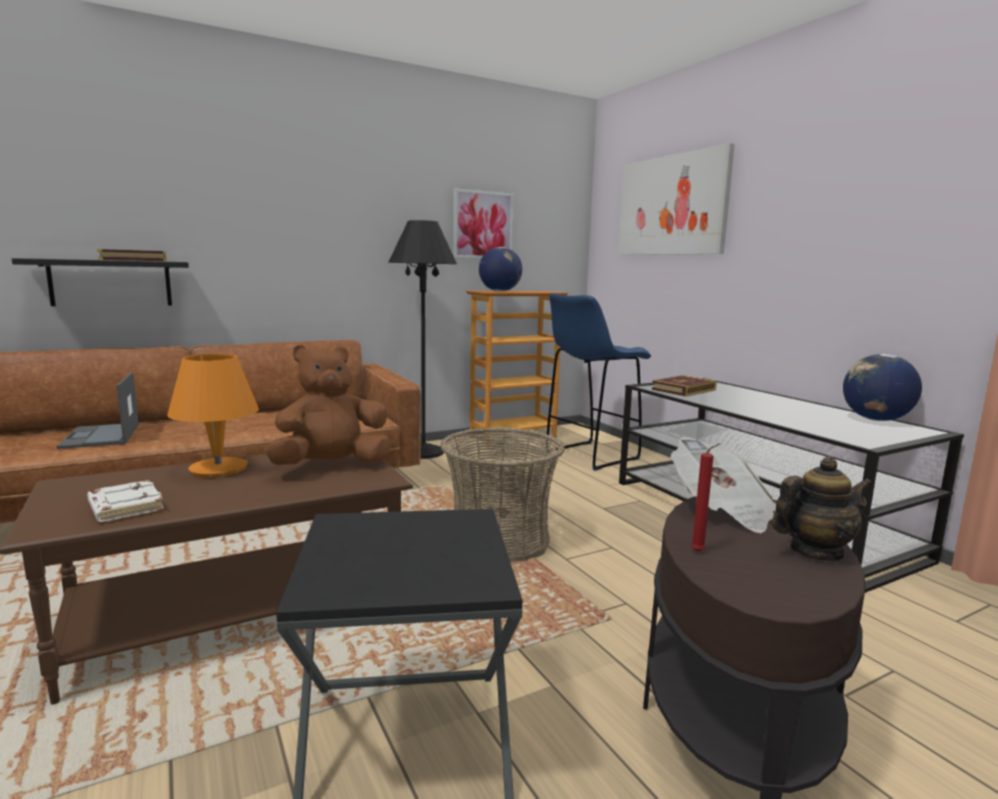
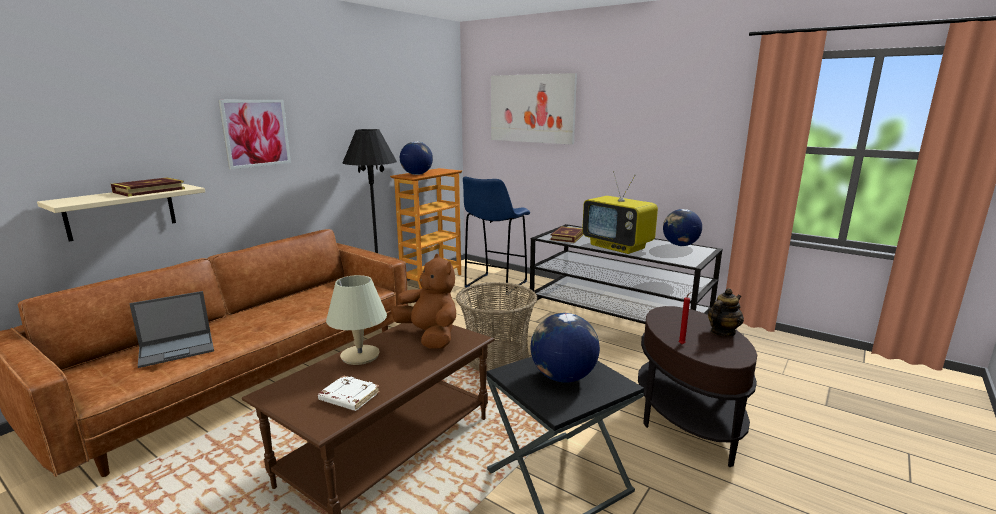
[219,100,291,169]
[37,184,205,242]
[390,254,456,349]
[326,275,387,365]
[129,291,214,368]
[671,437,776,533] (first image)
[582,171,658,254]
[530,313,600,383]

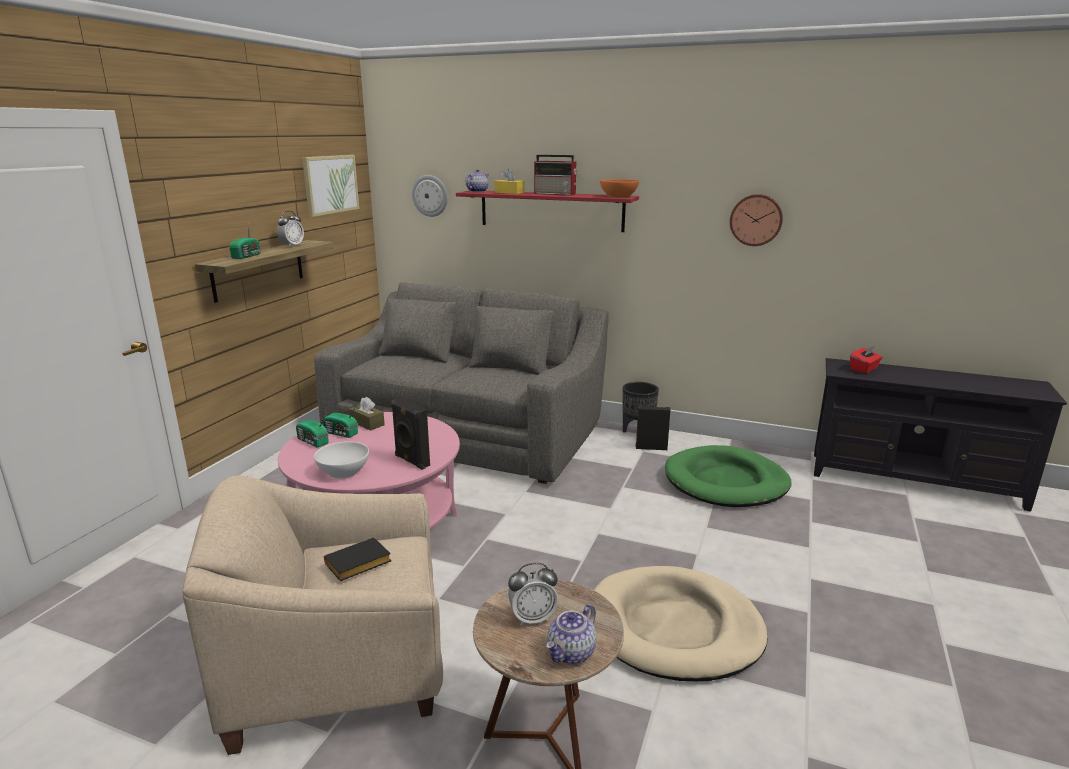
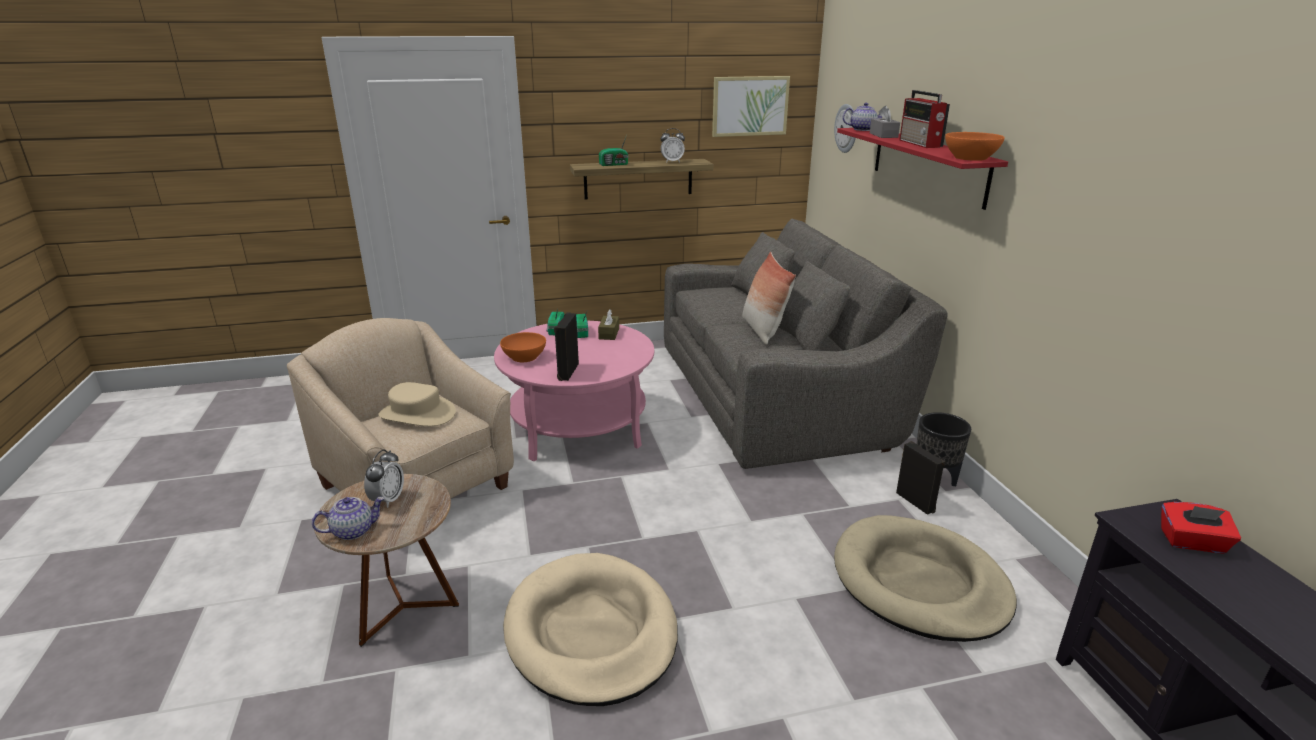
[870,105,900,138]
[730,194,783,246] (first image)
[500,332,546,362]
[834,515,1017,642]
[378,382,456,426]
[364,449,404,508]
[312,497,384,540]
[742,252,796,345]

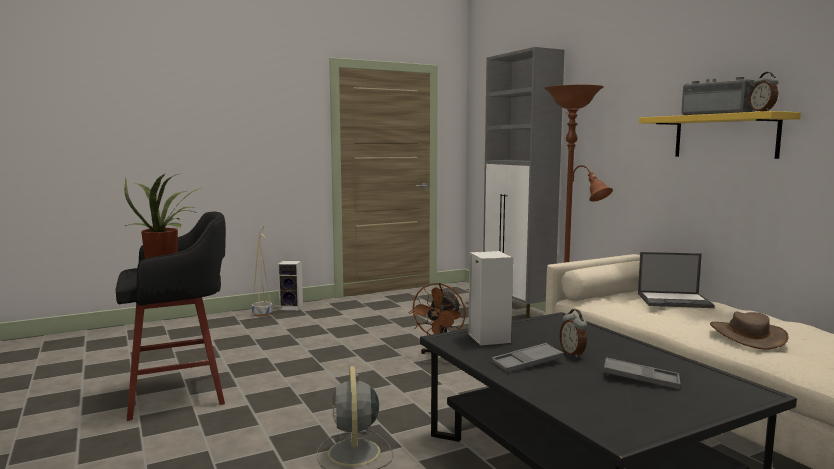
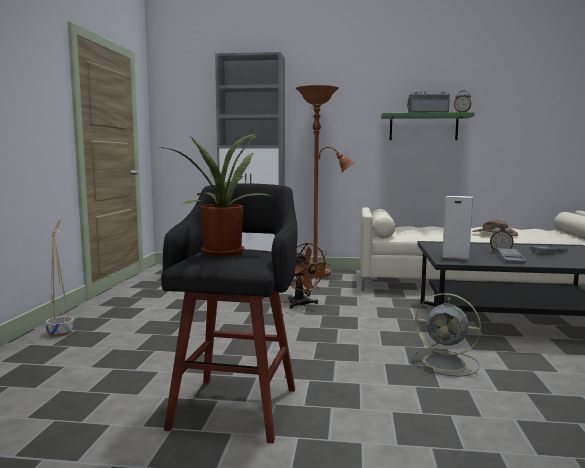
[381,112,475,140]
[638,252,715,308] (first image)
[278,260,303,311] (first image)

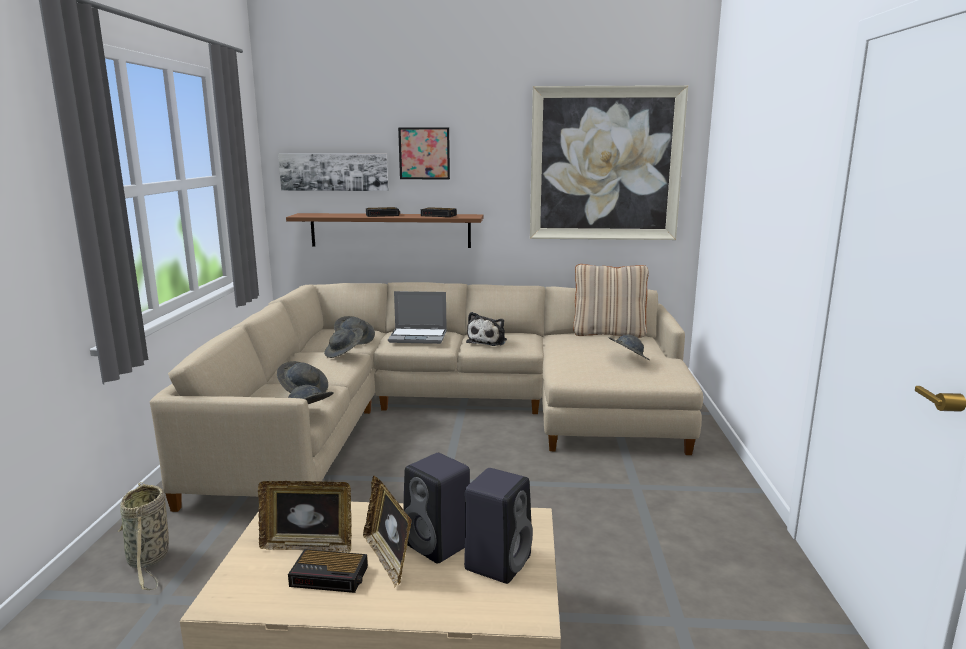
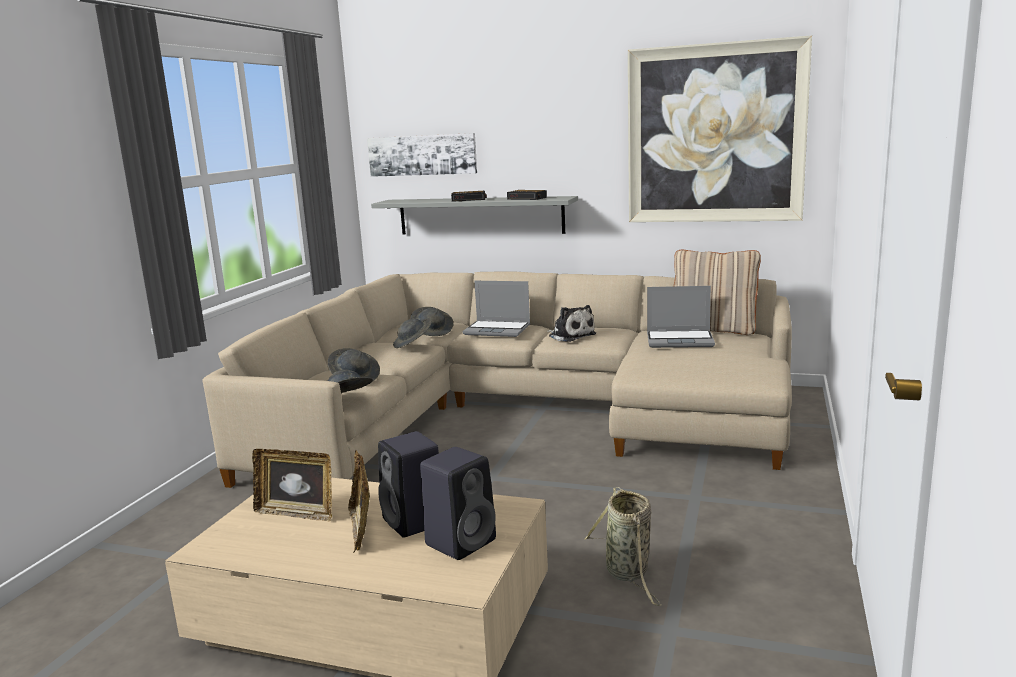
[398,127,450,179] (first image)
[371,196,578,234]
[547,305,596,342]
[609,334,650,360] (first image)
[584,487,662,606]
[288,549,368,593] (first image)
[647,286,715,348]

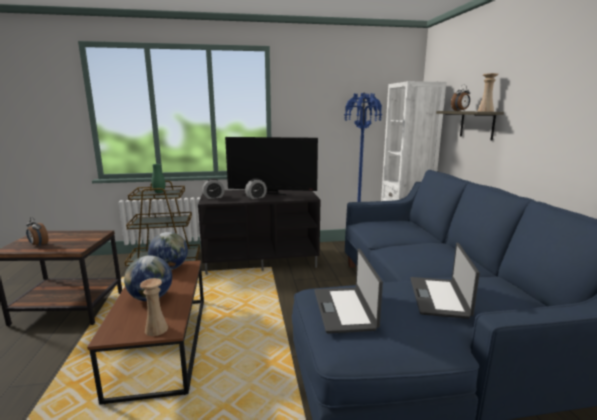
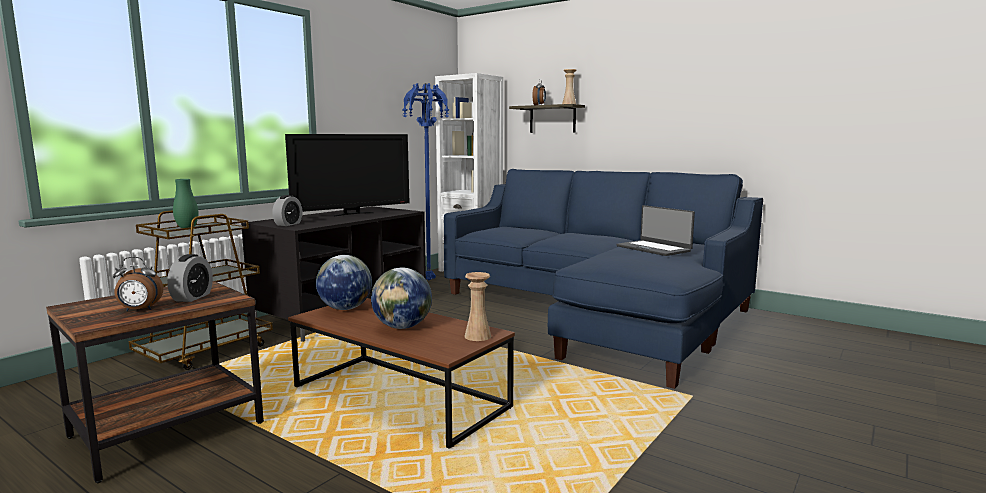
[167,254,213,302]
[314,249,383,334] (first image)

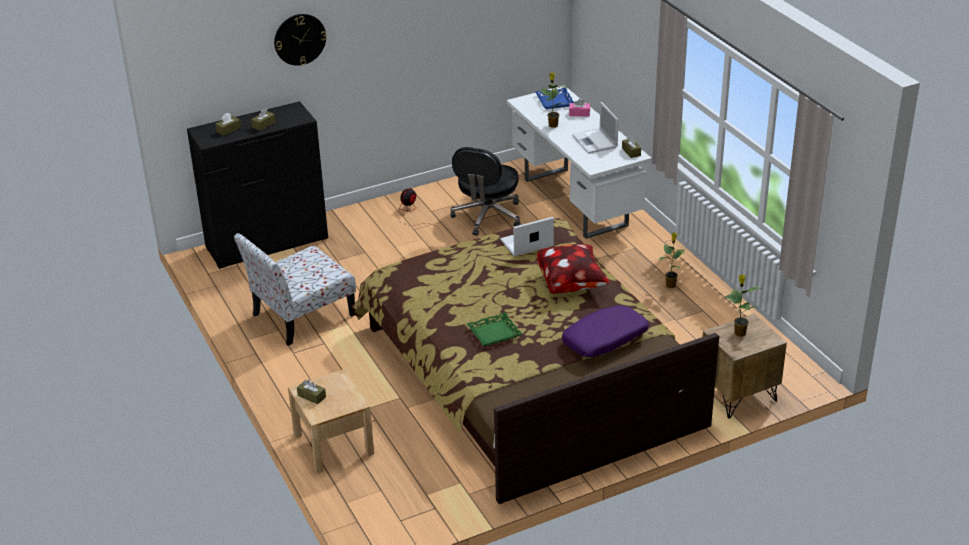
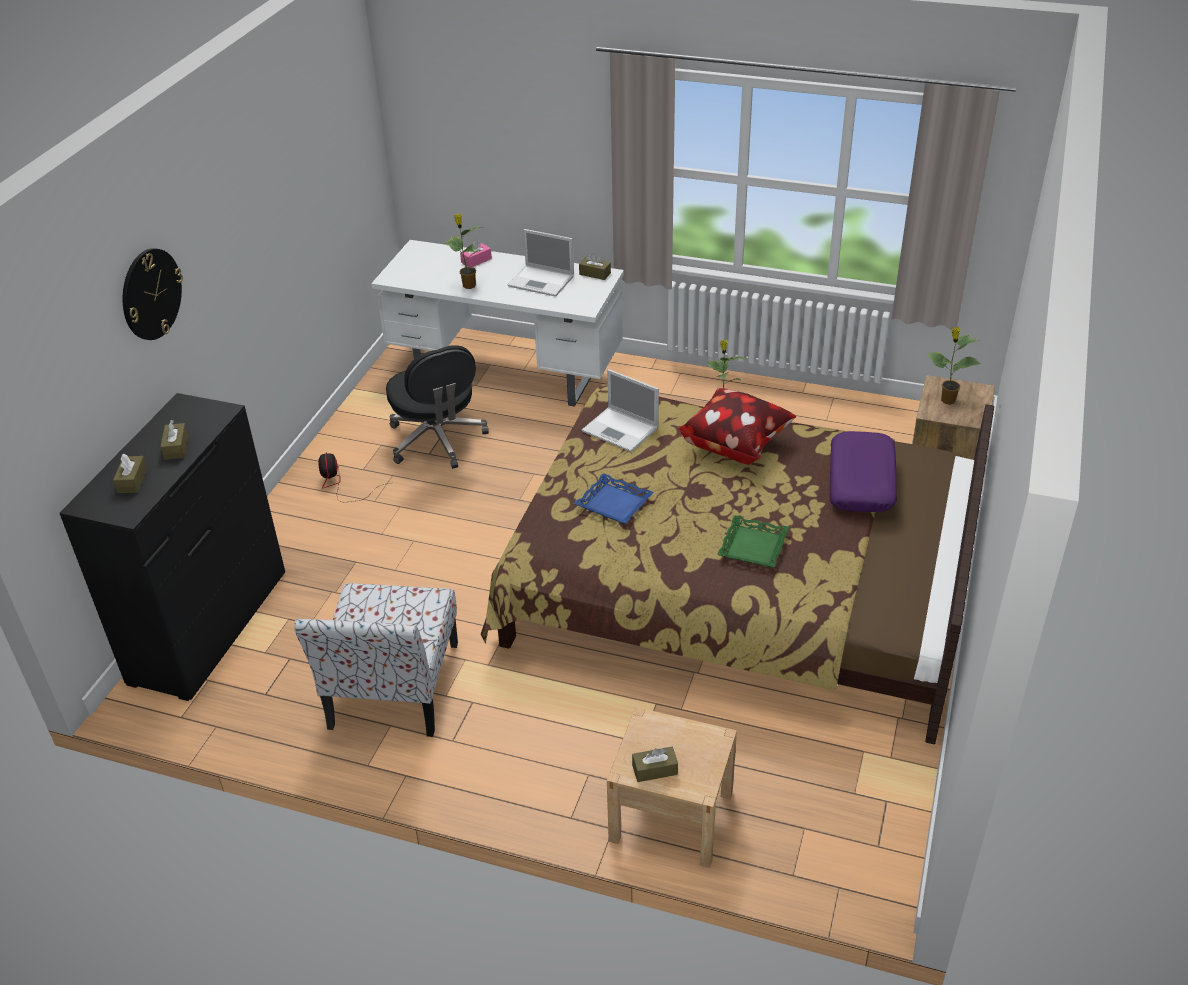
[574,473,654,524]
[582,369,659,452]

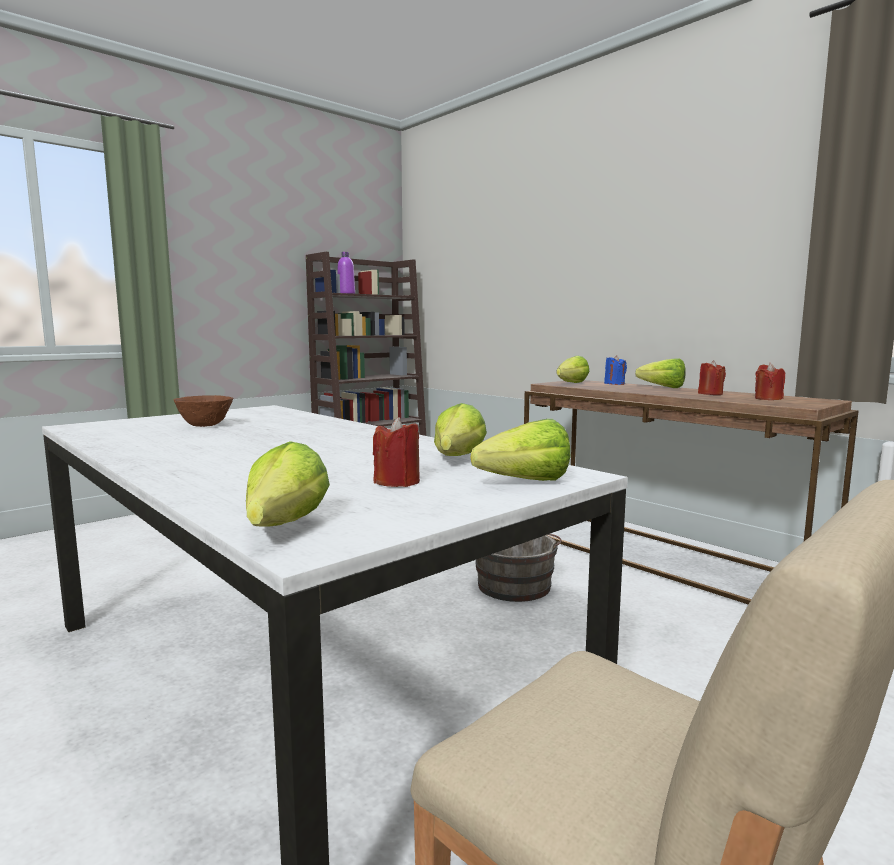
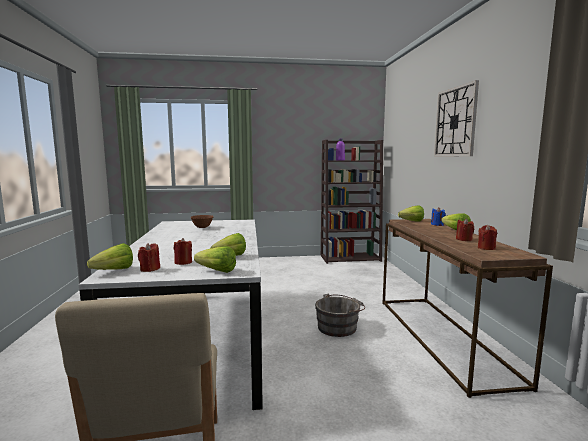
[434,80,479,156]
[138,243,160,272]

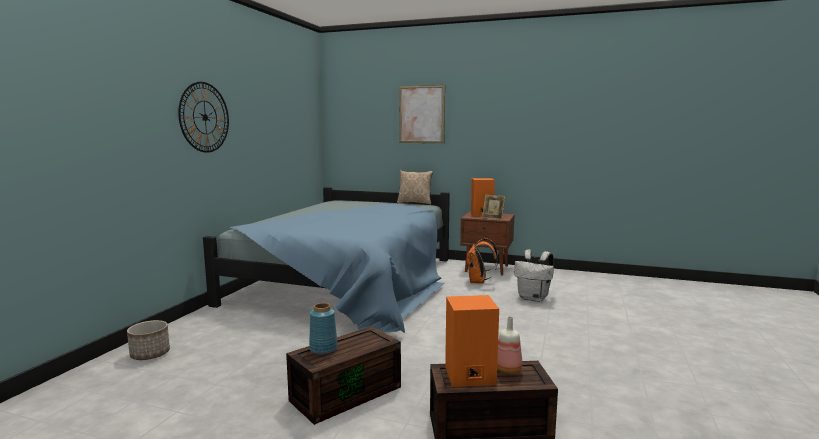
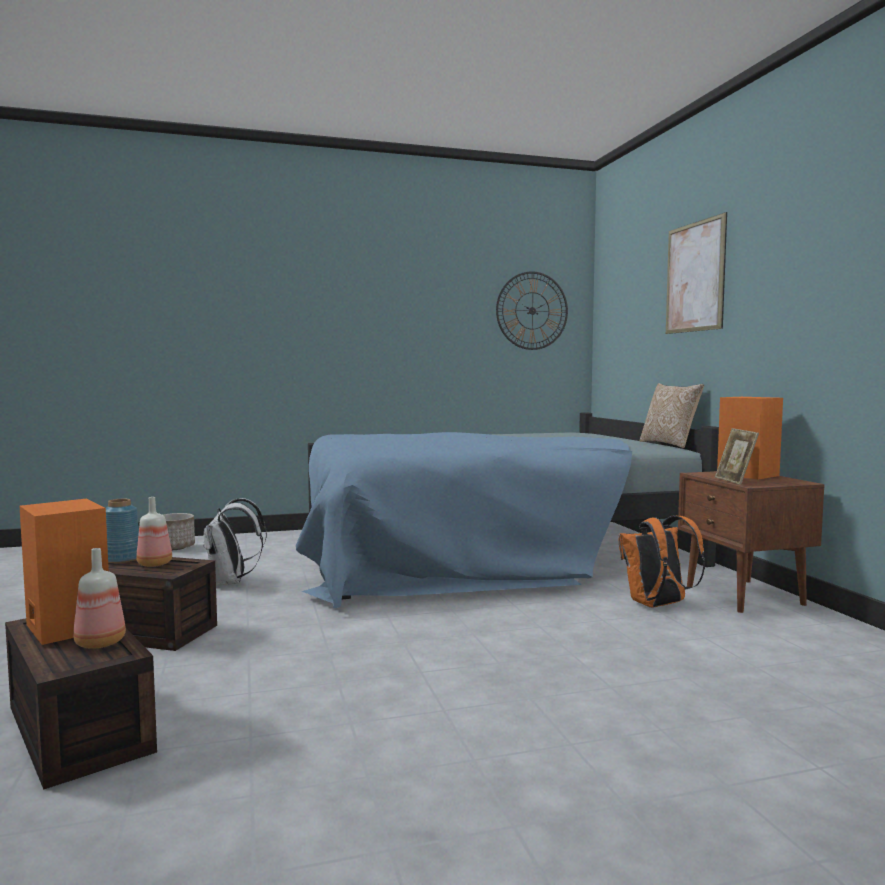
[496,272,568,350]
[203,498,267,586]
[136,497,172,567]

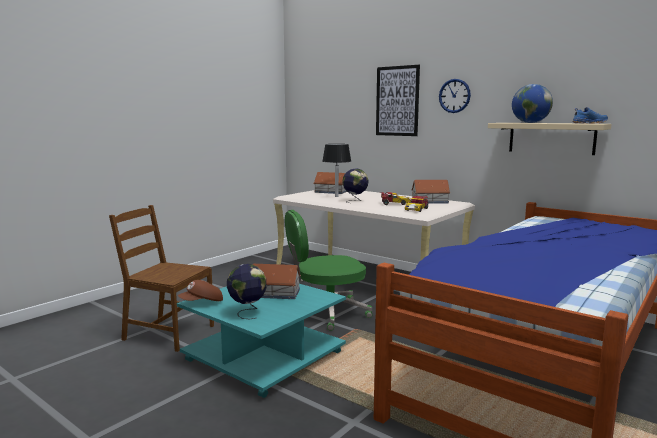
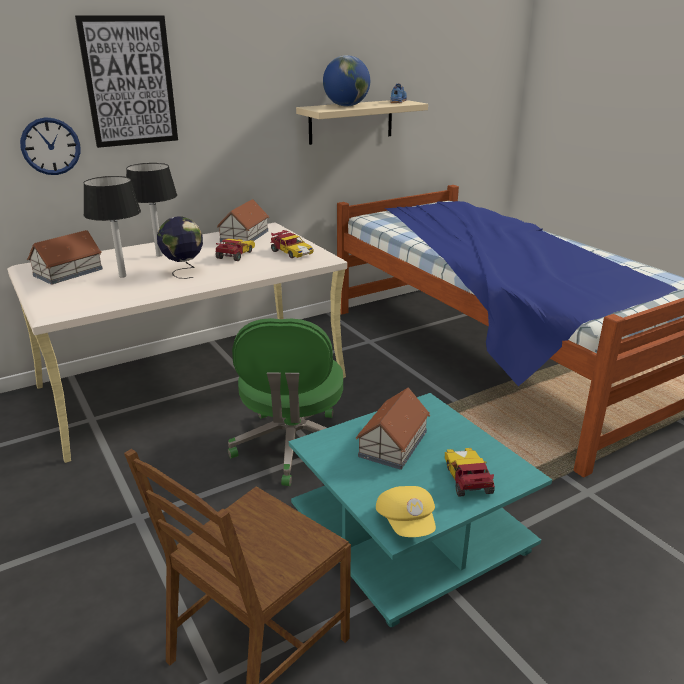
[20,117,80,175]
[445,448,495,497]
[376,486,436,537]
[126,163,177,257]

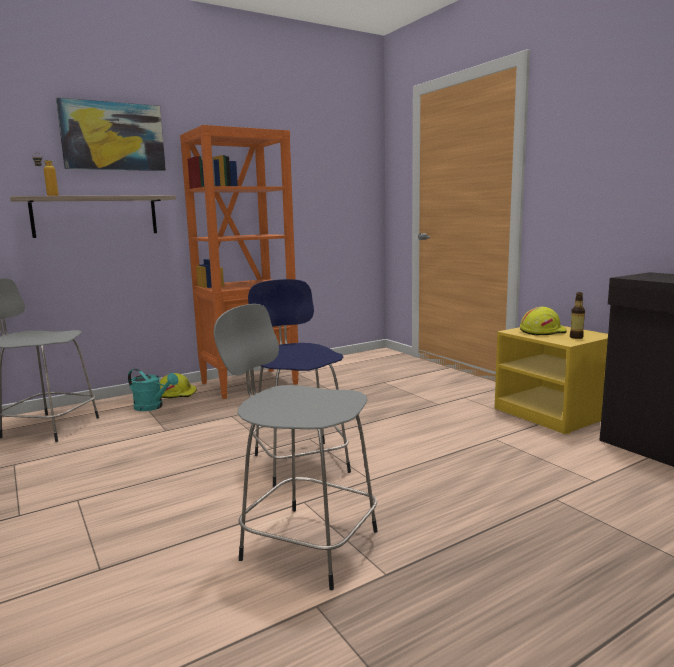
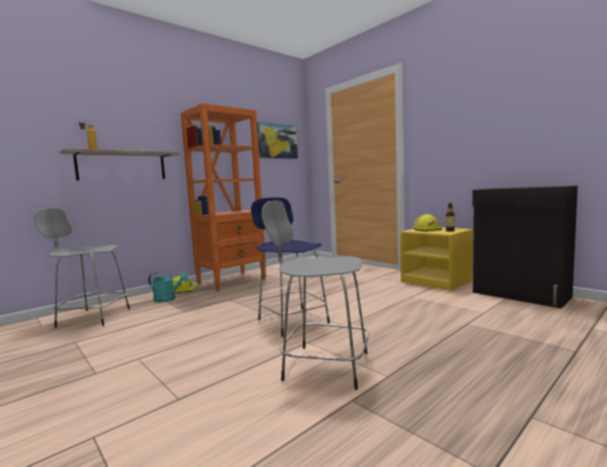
[257,122,298,159]

